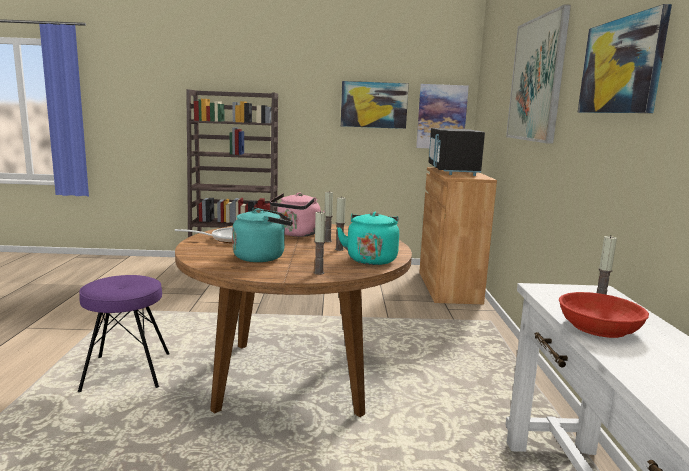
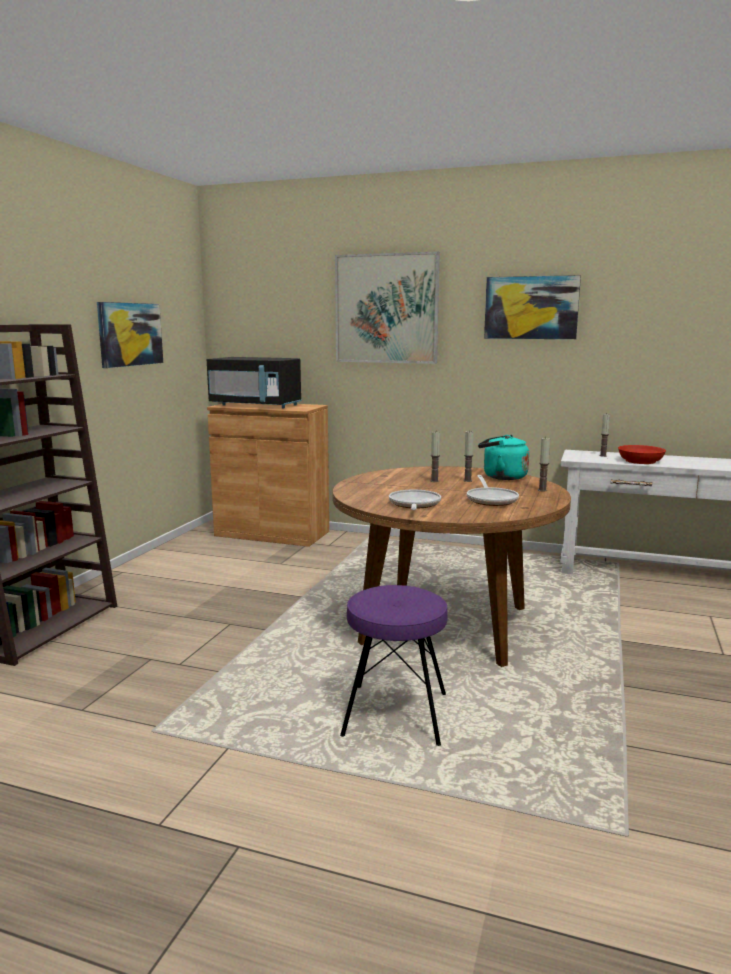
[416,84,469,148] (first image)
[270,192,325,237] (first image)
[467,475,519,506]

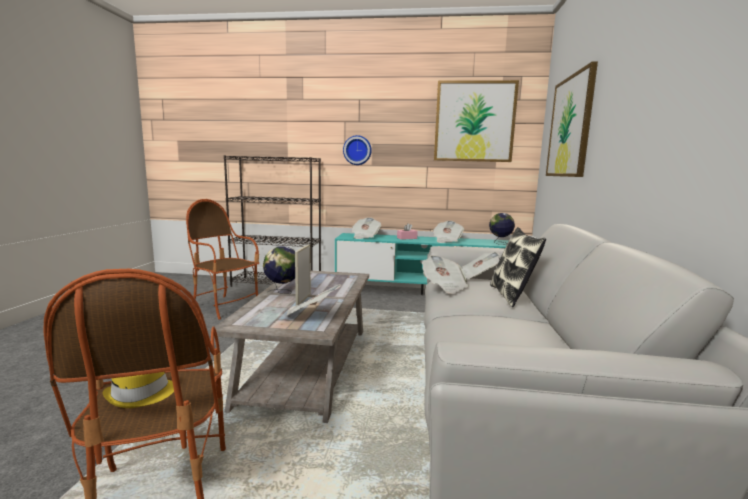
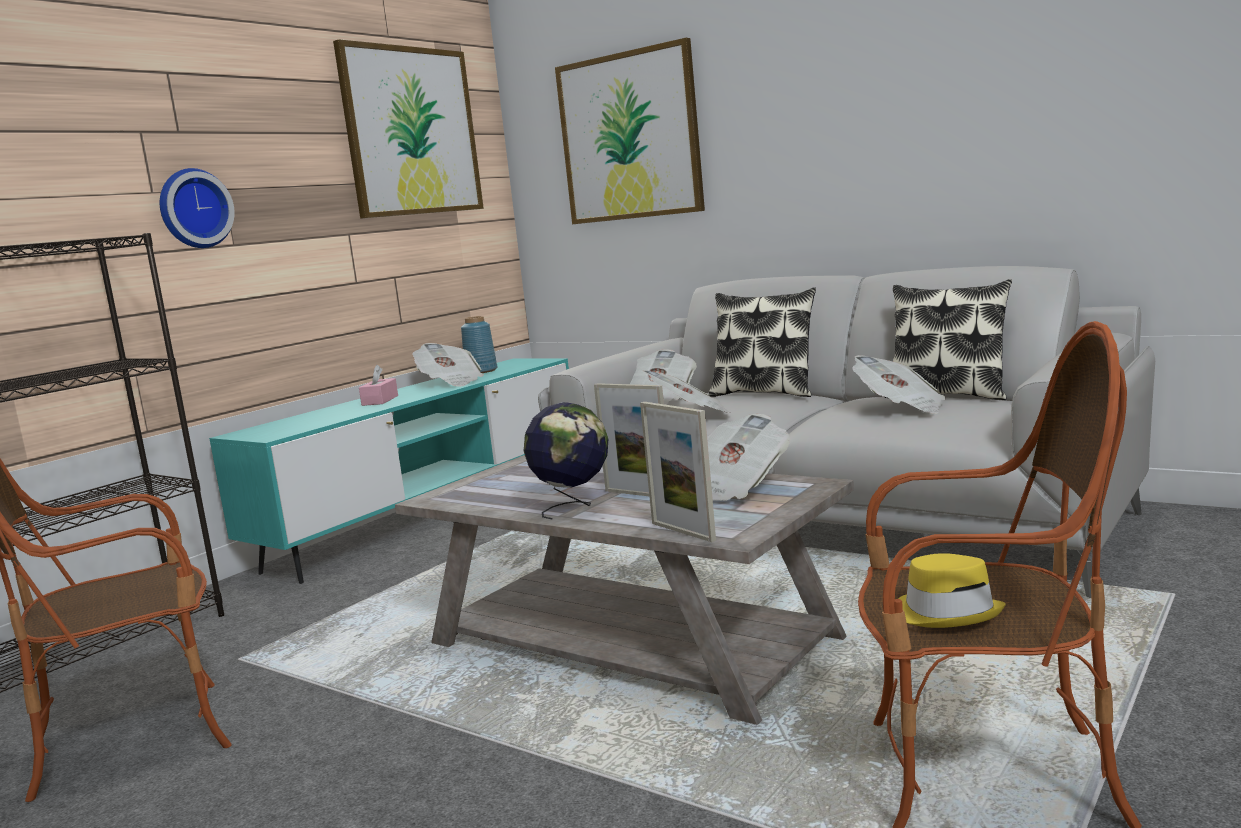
[489,213,515,245] (first image)
[852,355,946,414]
[885,279,1012,400]
[461,316,498,373]
[640,402,716,542]

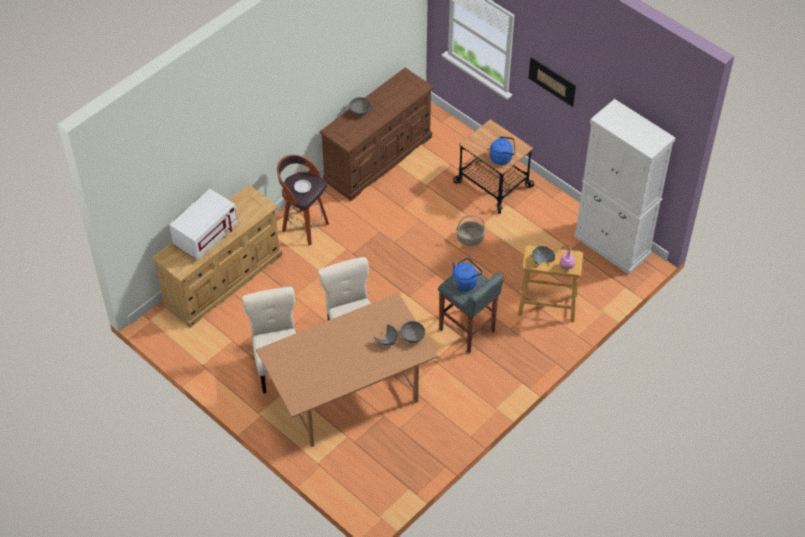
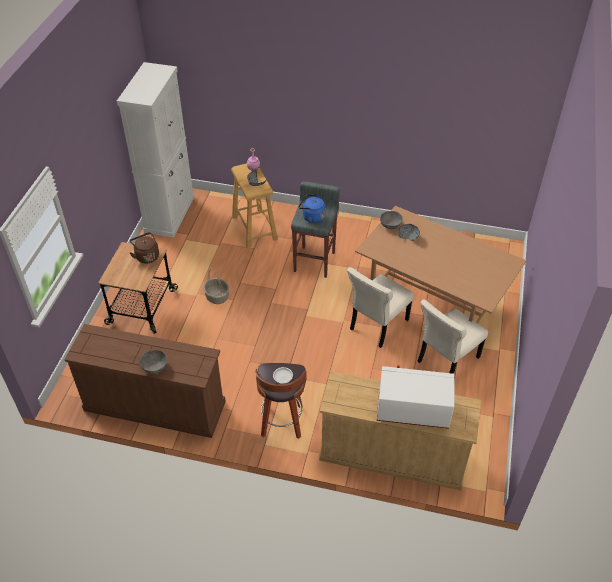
[528,57,576,107] (first image)
[130,232,159,263]

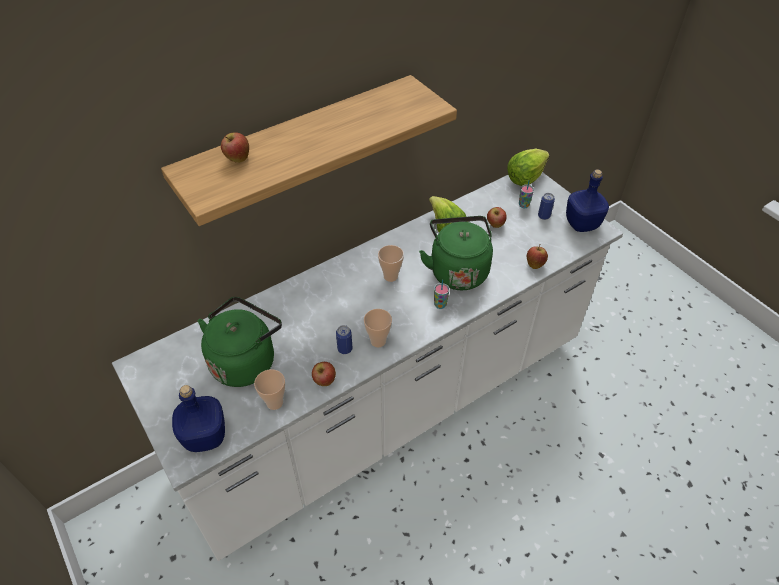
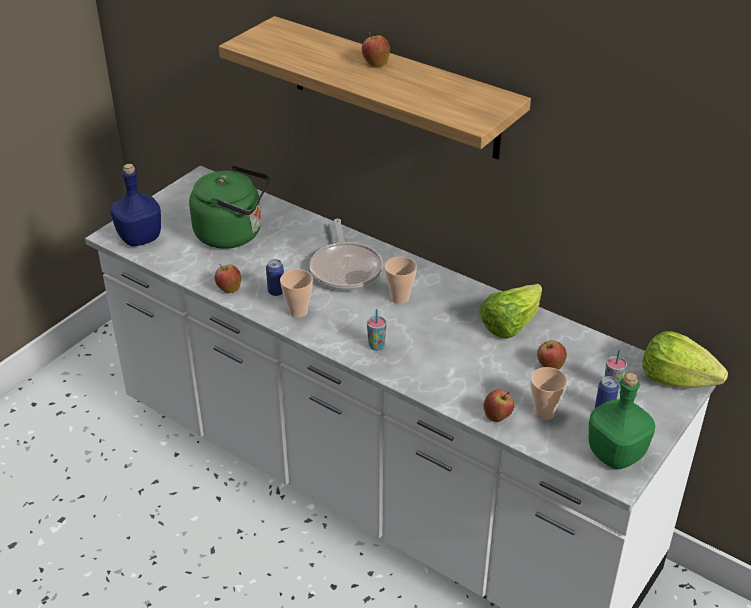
[362,32,390,67]
[589,372,655,469]
[419,216,493,290] (first image)
[531,367,567,420]
[310,219,383,290]

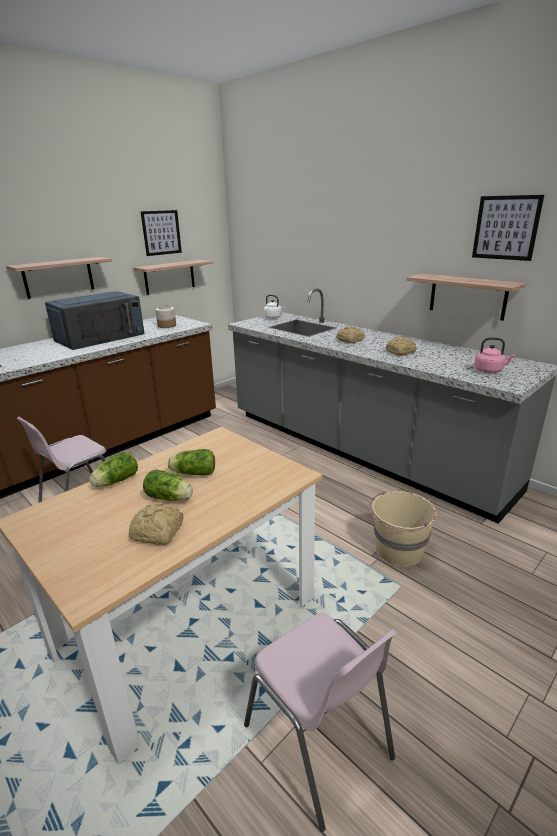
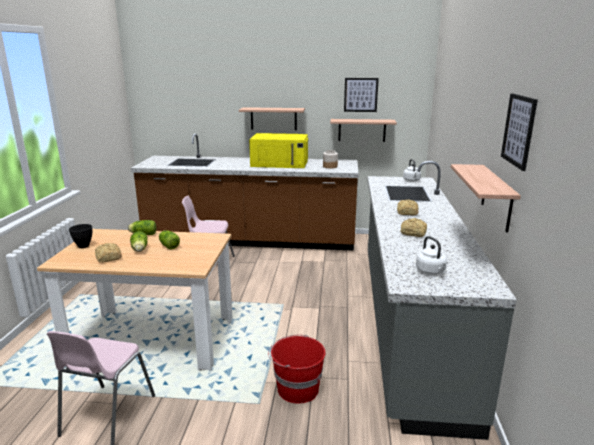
[249,133,308,168]
[416,236,448,275]
[268,335,325,404]
[69,224,92,248]

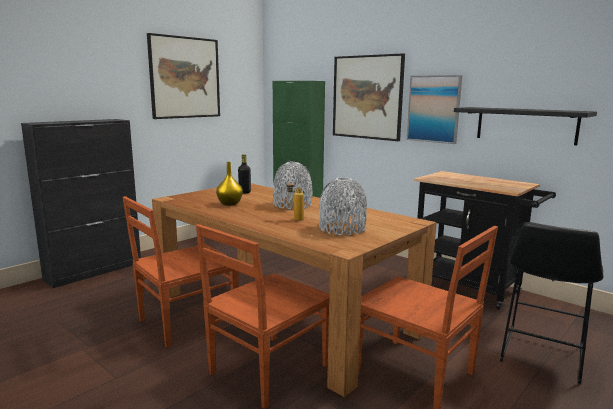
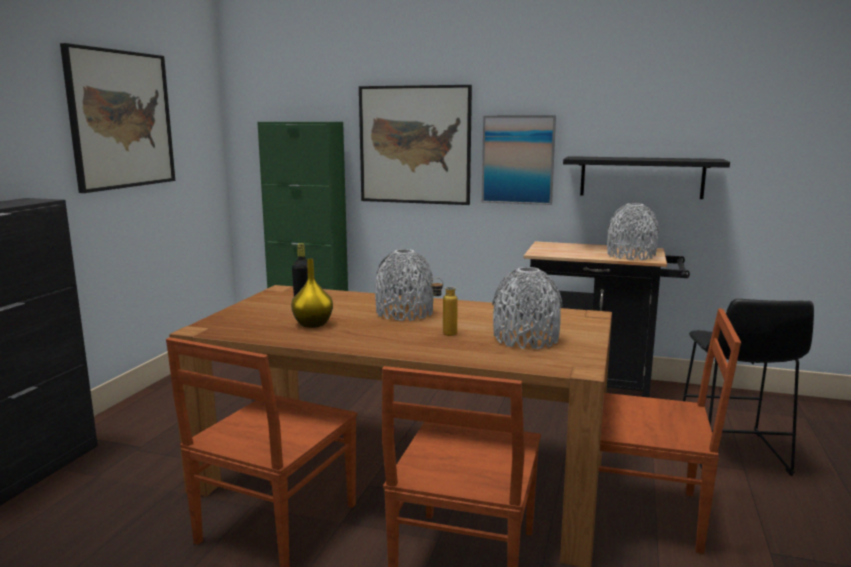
[607,203,659,260]

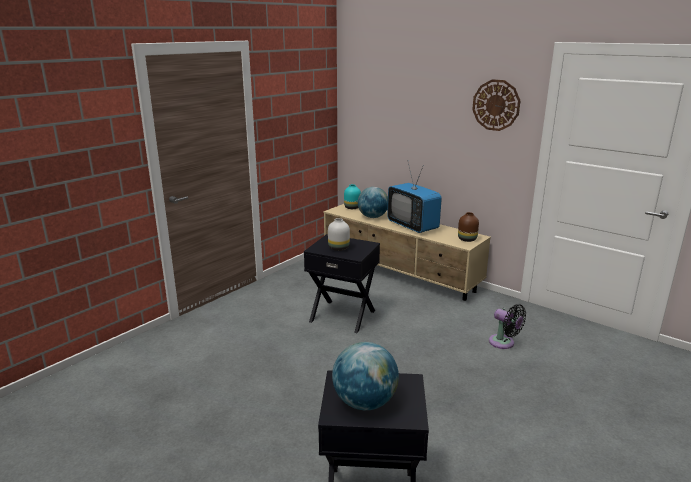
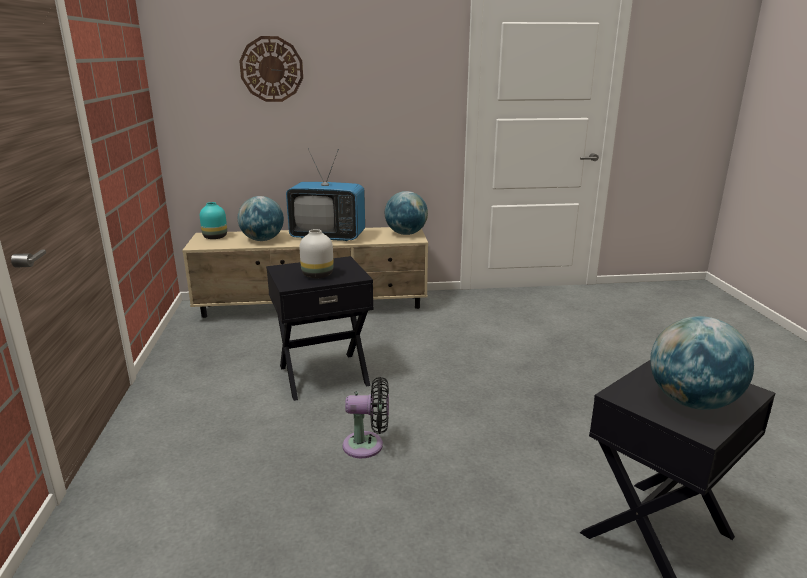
[239,36,303,102]
[385,191,428,235]
[342,377,389,458]

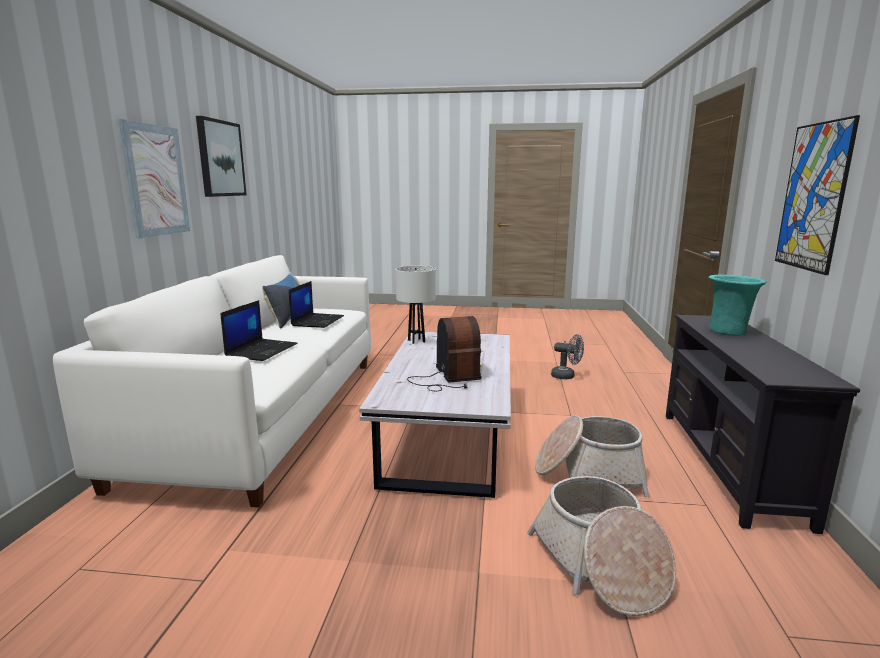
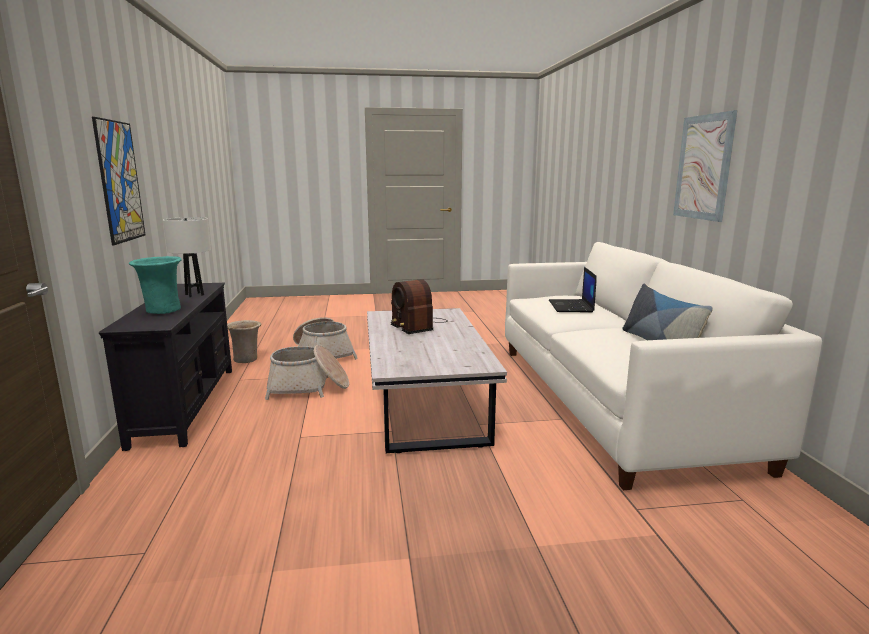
[196,116,247,197] (first image)
[163,217,211,297]
[289,281,344,328] (first image)
[551,334,584,379] (first image)
[227,320,261,363]

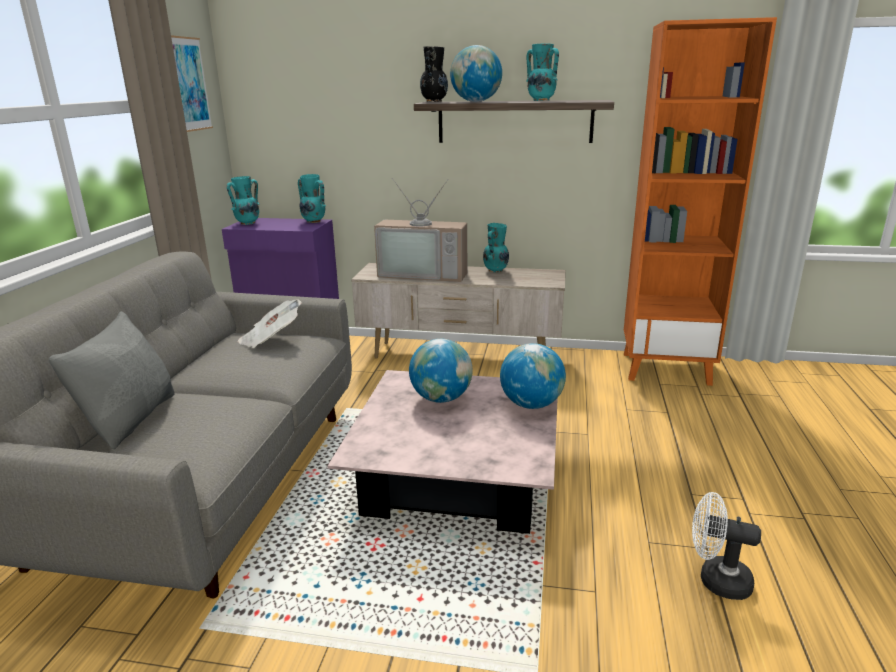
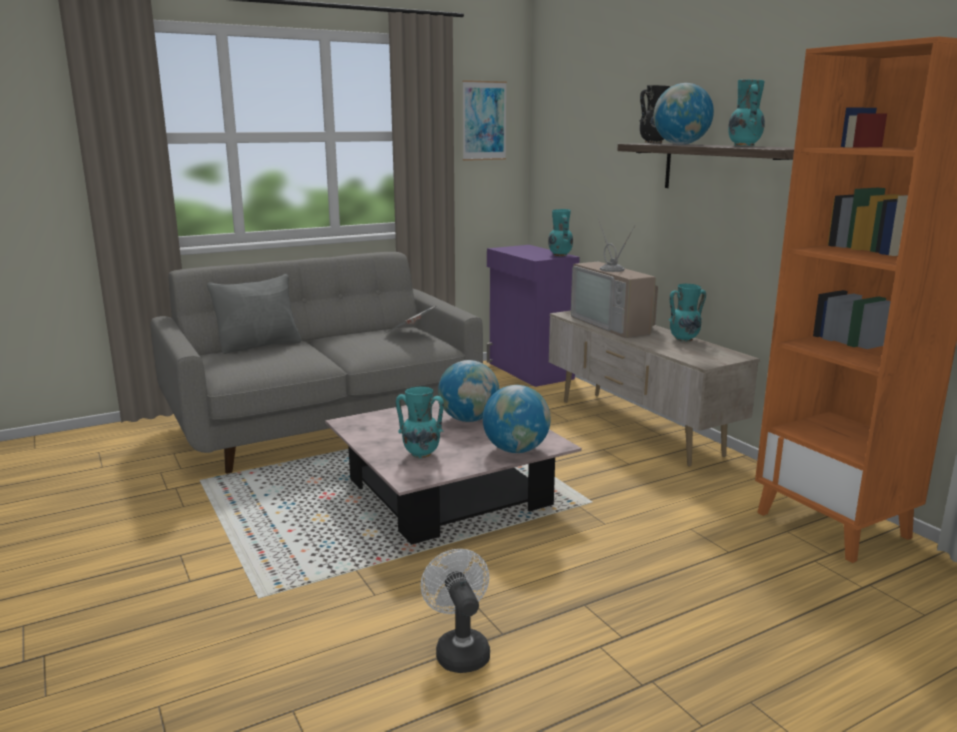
[396,386,444,458]

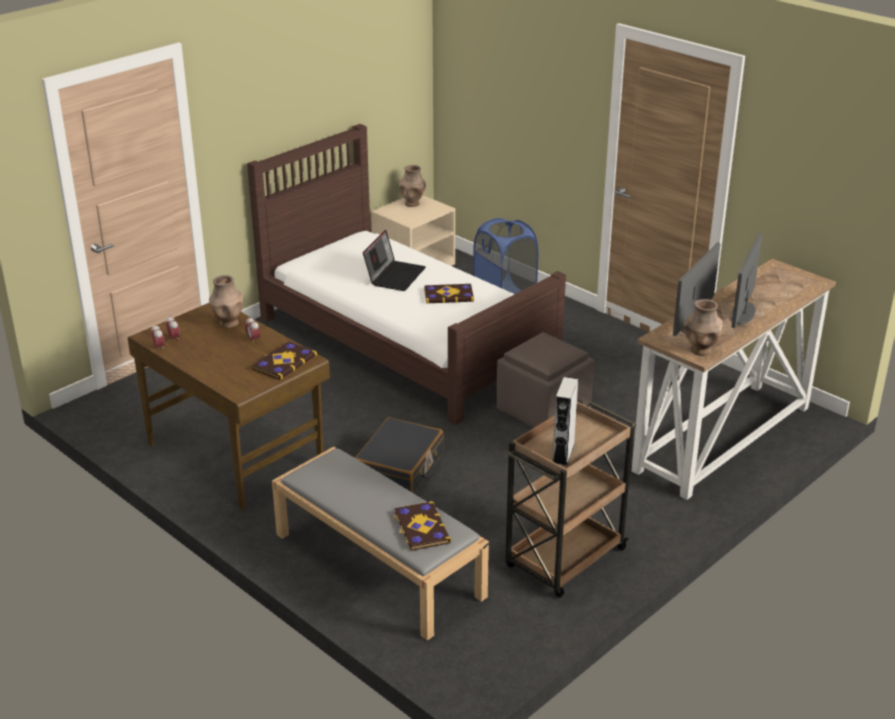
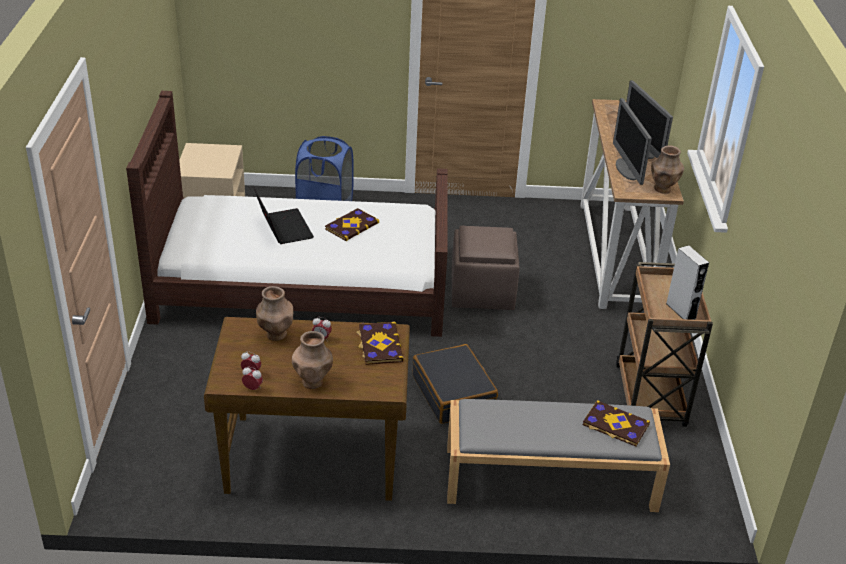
[292,331,333,389]

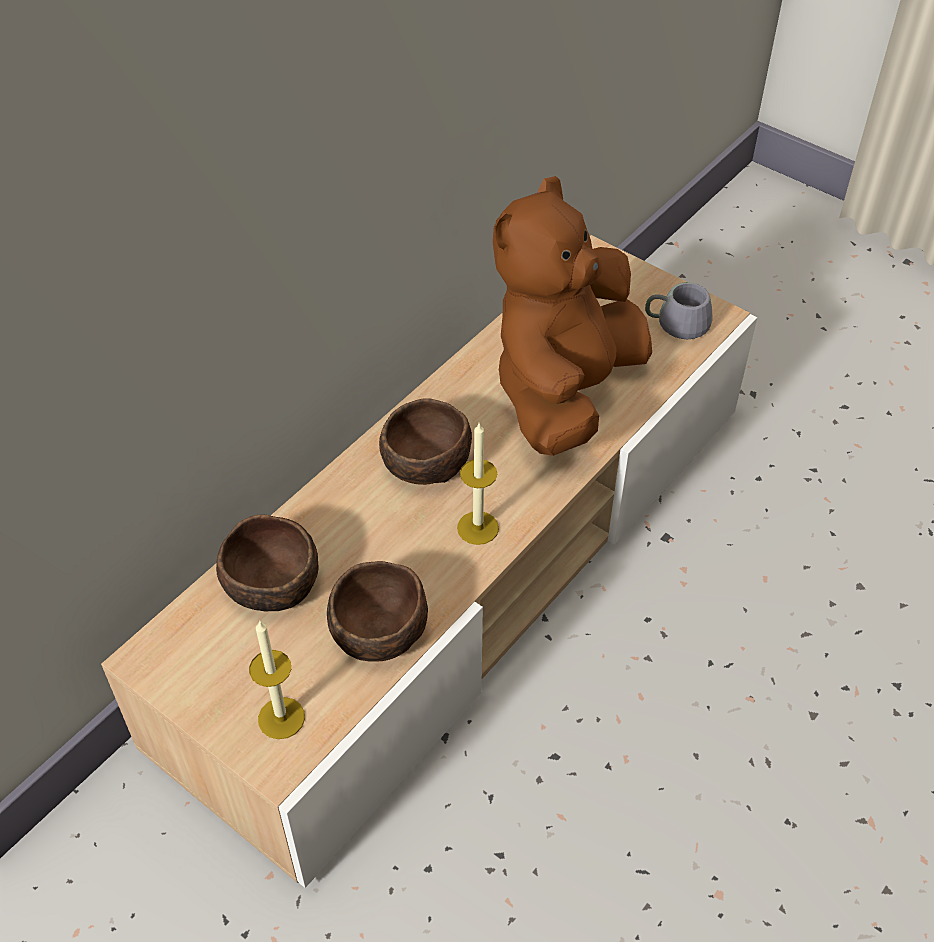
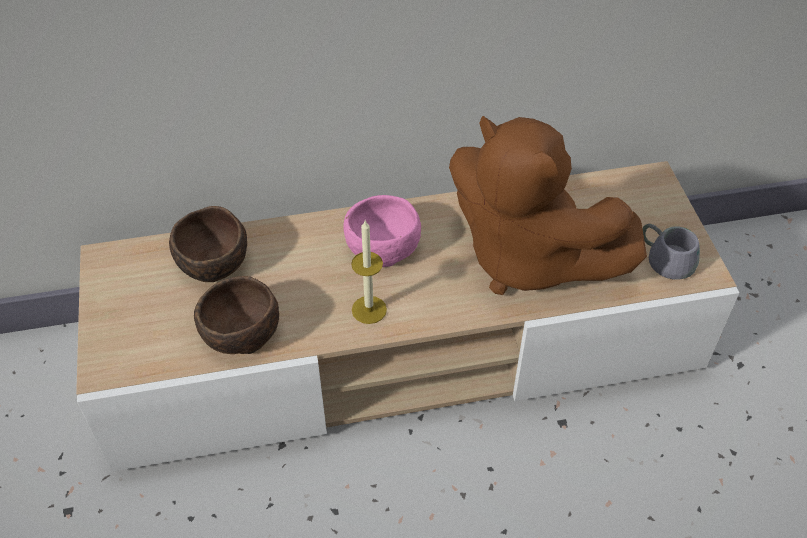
[449,116,647,295]
[343,195,421,267]
[249,620,305,739] (first image)

